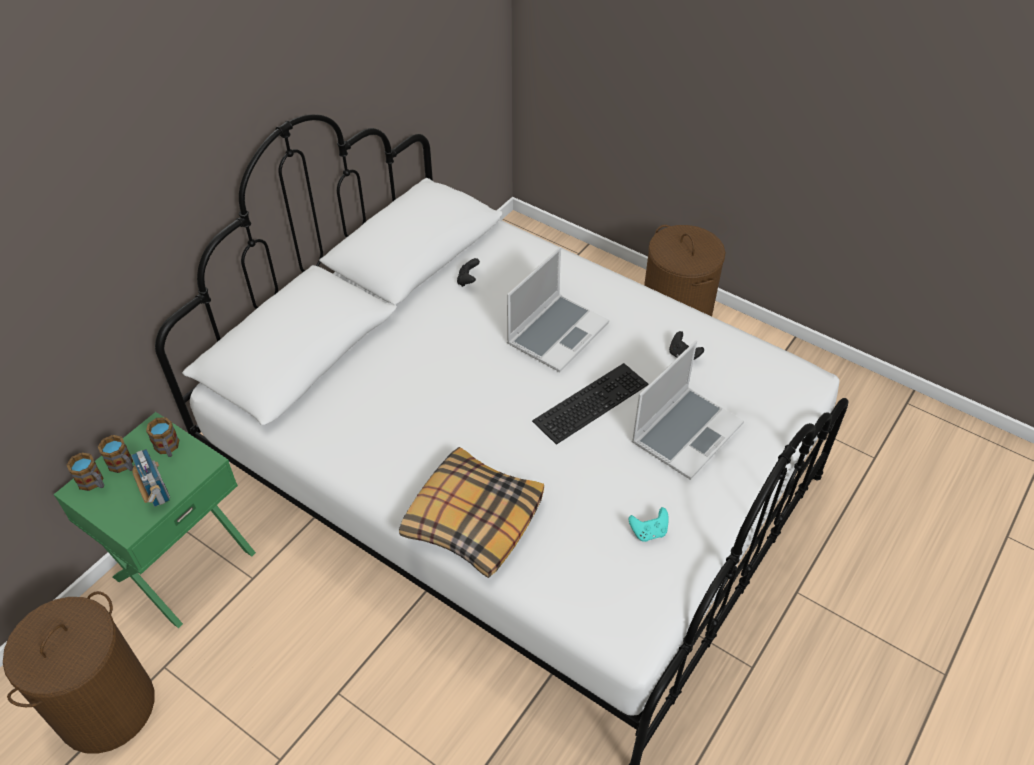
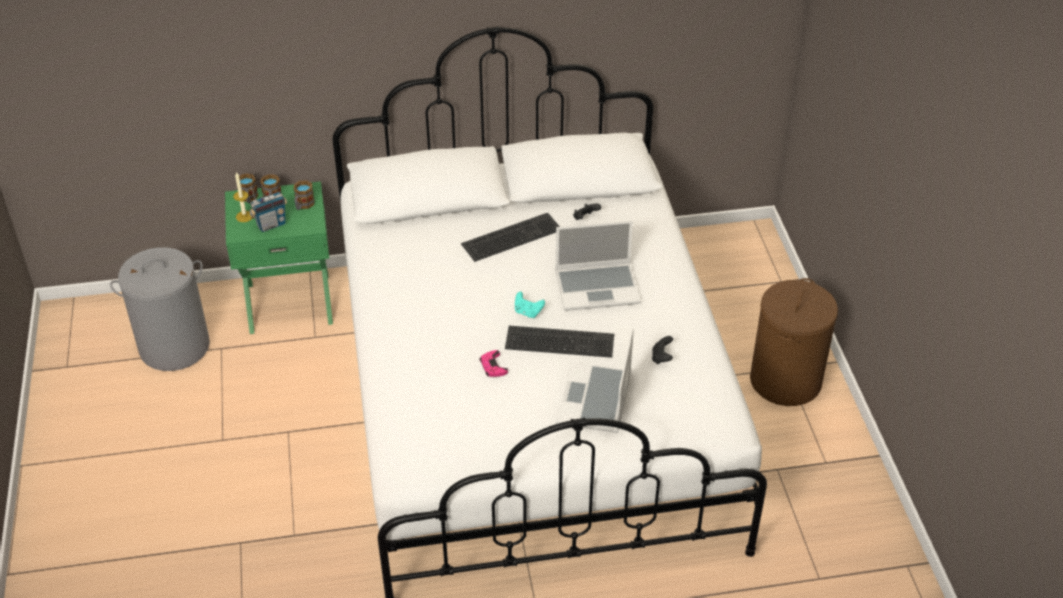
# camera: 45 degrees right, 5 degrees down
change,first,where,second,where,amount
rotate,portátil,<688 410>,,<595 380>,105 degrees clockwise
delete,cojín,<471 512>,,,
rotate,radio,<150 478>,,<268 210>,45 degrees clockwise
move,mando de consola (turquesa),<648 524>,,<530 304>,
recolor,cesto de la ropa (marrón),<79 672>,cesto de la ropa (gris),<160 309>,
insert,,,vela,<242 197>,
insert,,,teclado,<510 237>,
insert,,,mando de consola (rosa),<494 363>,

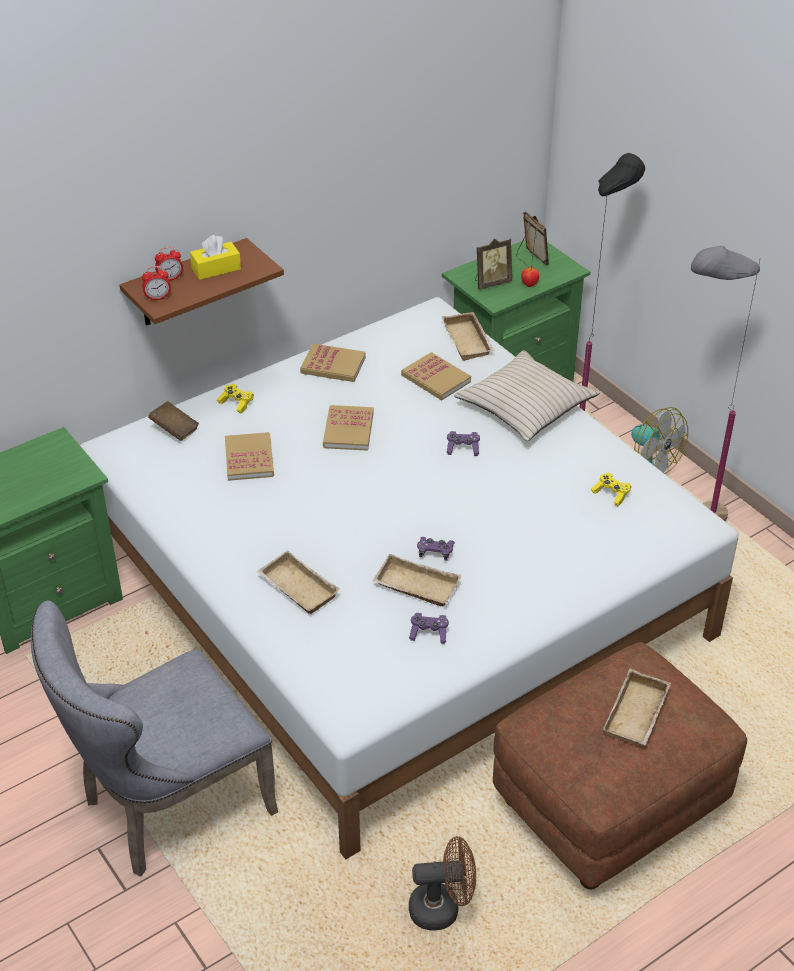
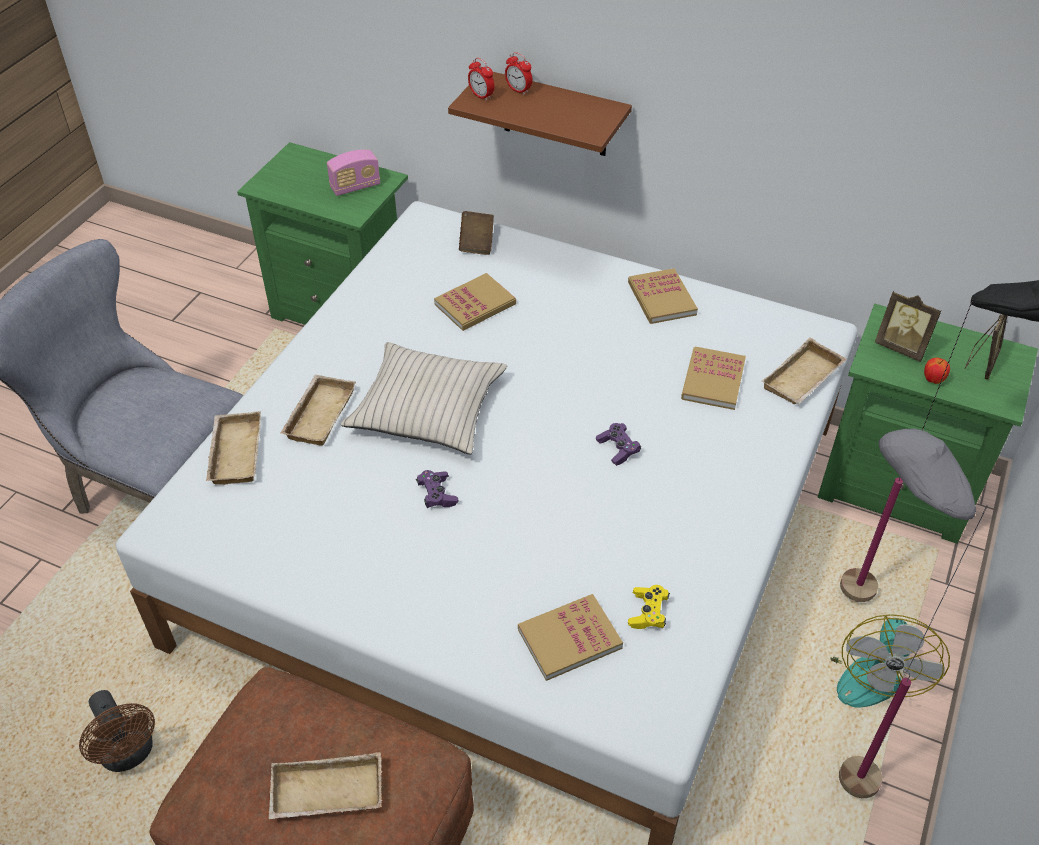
# camera: 60 degrees right, 5 degrees up
change,first,where,second,where,amount
delete,caja de pañuelos (amarillo),<215 257>,,,
move,cojín (beis),<527 395>,,<424 398>,
delete,mando de consola (amarillo),<235 398>,,,
move,libro,<348 428>,,<570 637>,
move,bandeja (beis),<417 580>,,<233 448>,
delete,mando de consola (morado),<429 628>,,,
insert,,,radio,<353 173>,

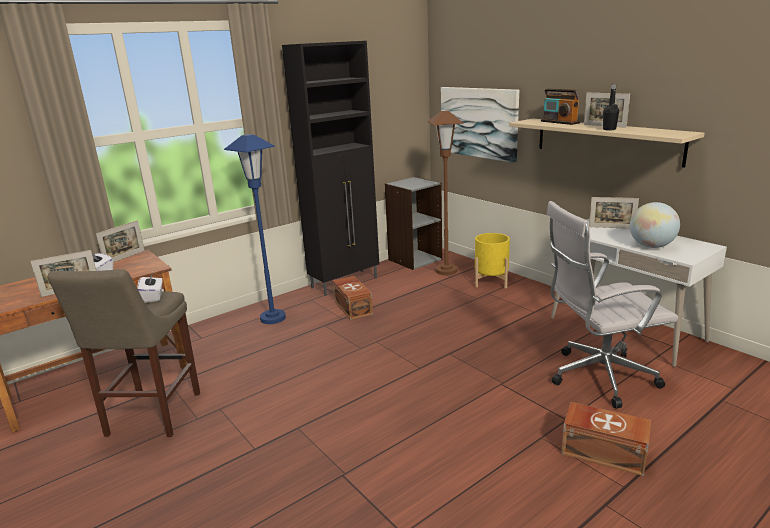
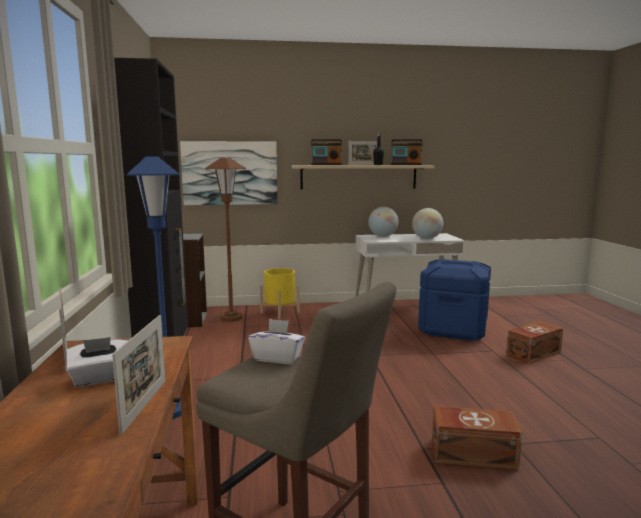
# camera: 60 degrees left, 10 degrees down
change,first,where,second,where,amount
replace,portarretratos,<614 213>,globo terráqueo,<383 222>,
replace,silla de oficina (blanco),<612 304>,caja de almacenaje (azul),<454 300>,
move,caja de almacenaje (marrón),<353 298>,,<477 438>,
insert,,,radio,<407 152>,

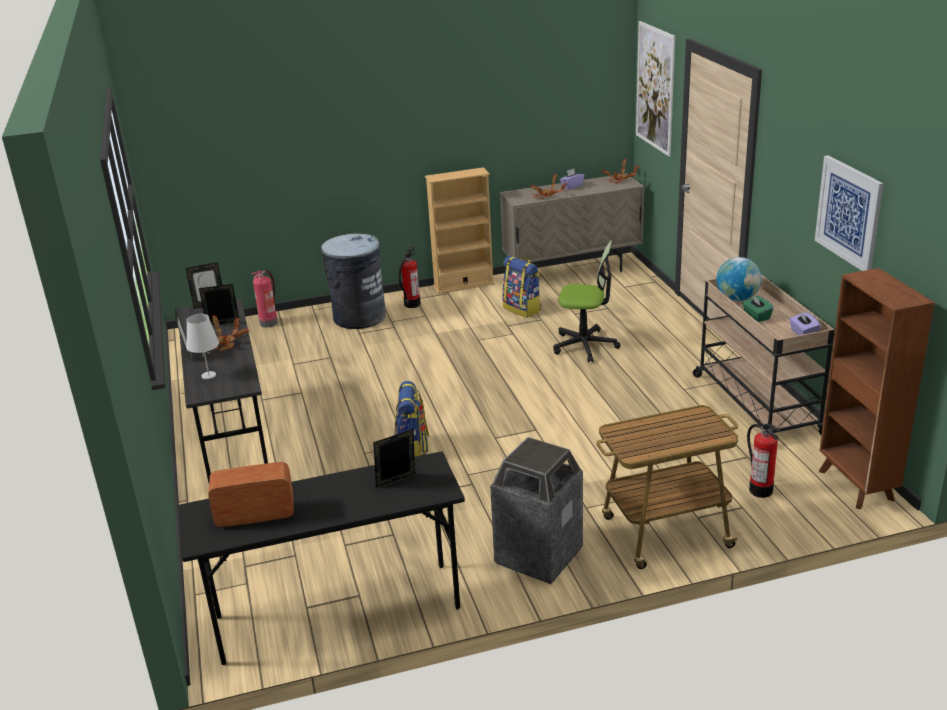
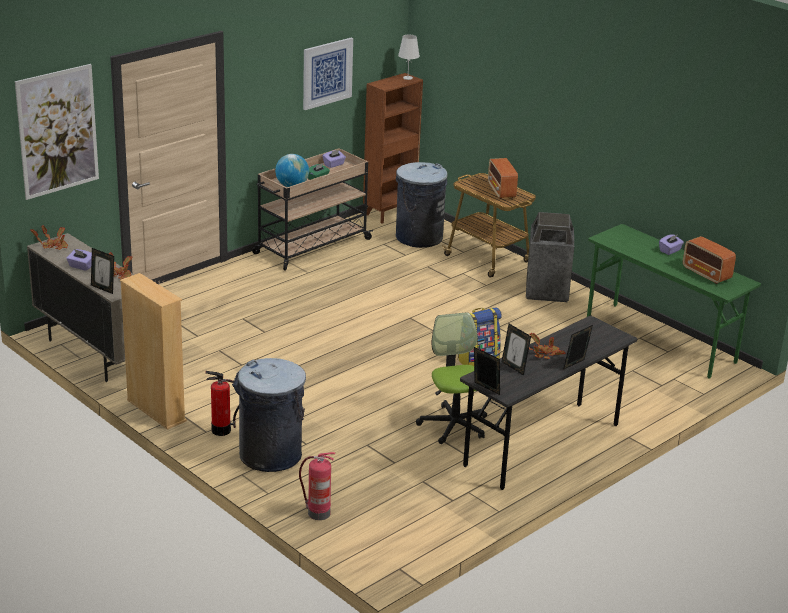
# camera: 120 degrees left, 0 degrees up
change,first,where,second,where,amount
move,silla de oficina,<587 302>,,<451 378>,
delete,mochila,<522 287>,,,
move,lámpara de mesa (blanco),<202 346>,,<409 57>,
replace,extintor,<763 460>,papelera (gris),<421 205>,
move,portarretratos,<394 458>,,<102 271>,
recolor,escritorio (negro),<322 558>,escritorio (verde),<674 301>,
insert,,,radio,<503 178>,
insert,,,caja de pañuelos (morado),<671 244>,

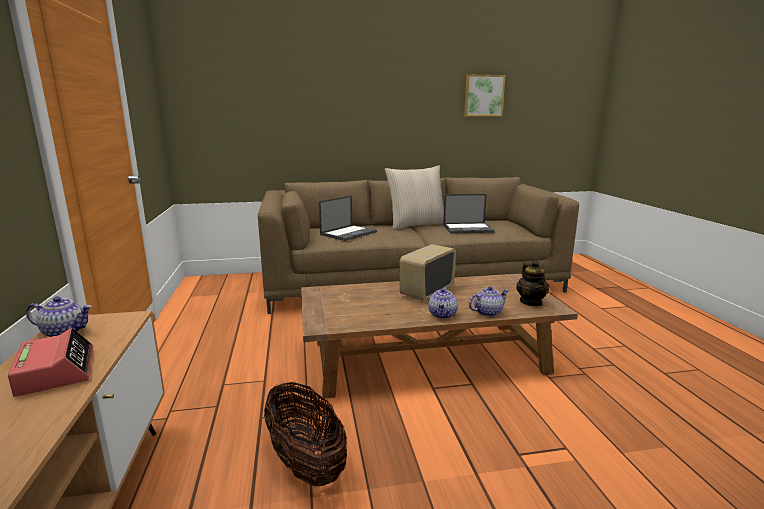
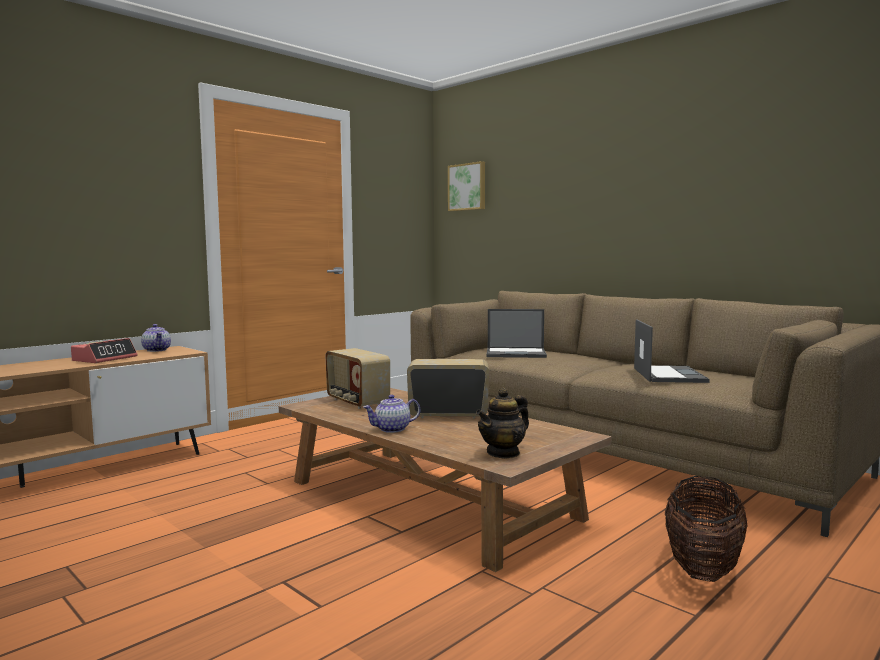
# camera: 55 degrees right, 10 degrees down
change,first,where,second,where,amount
move,cuadro,<484 95>,,<466 186>,
delete,cojín (beis),<414 197>,,,
rotate,portátil,<469 214>,,<672 351>,135 degrees counterclockwise
delete,tetera,<489 301>,,,
move,cesta,<305 434>,,<706 529>,
insert,,,radio,<357 378>,

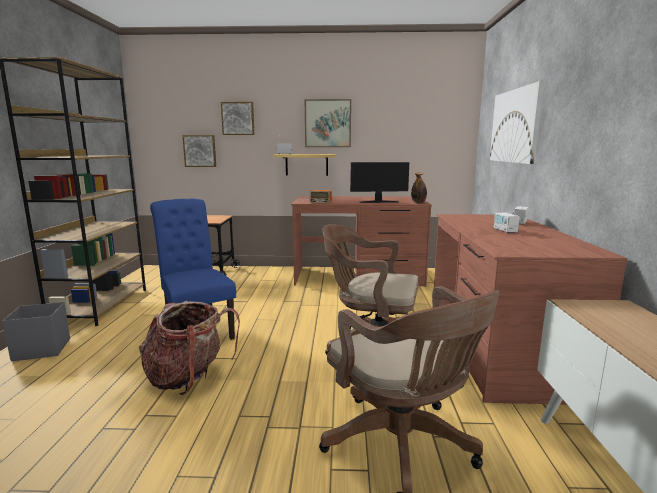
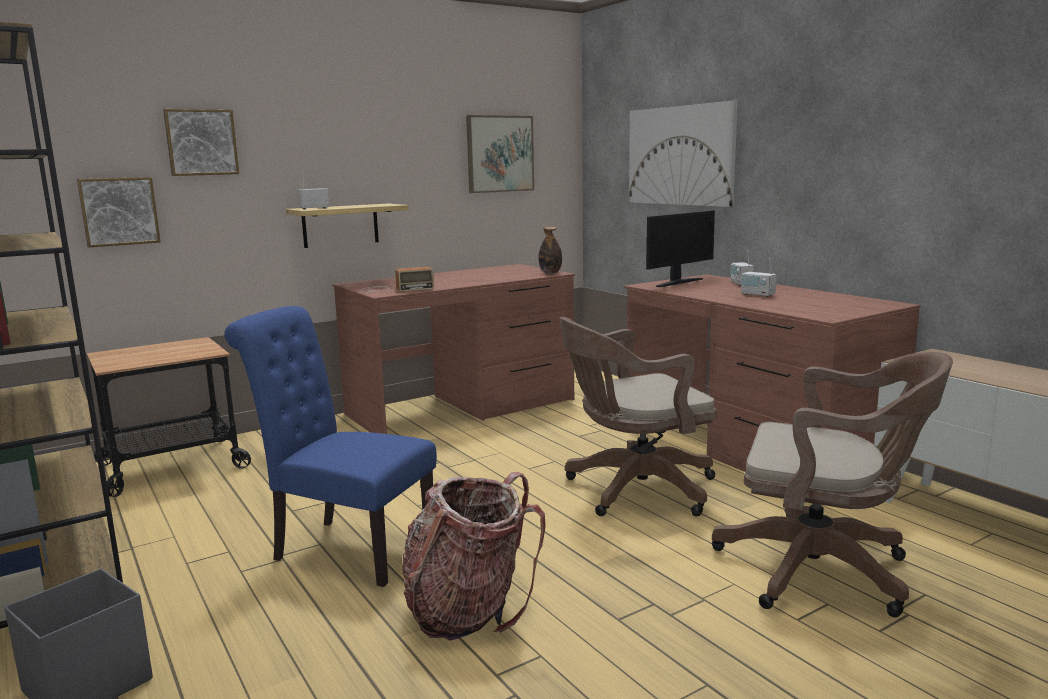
# camera: 35 degrees left, 0 degrees up
change,first,where,second,where,amount
move,cuadro,<328 123>,,<500 154>,
move,monitor,<379 182>,,<680 248>,

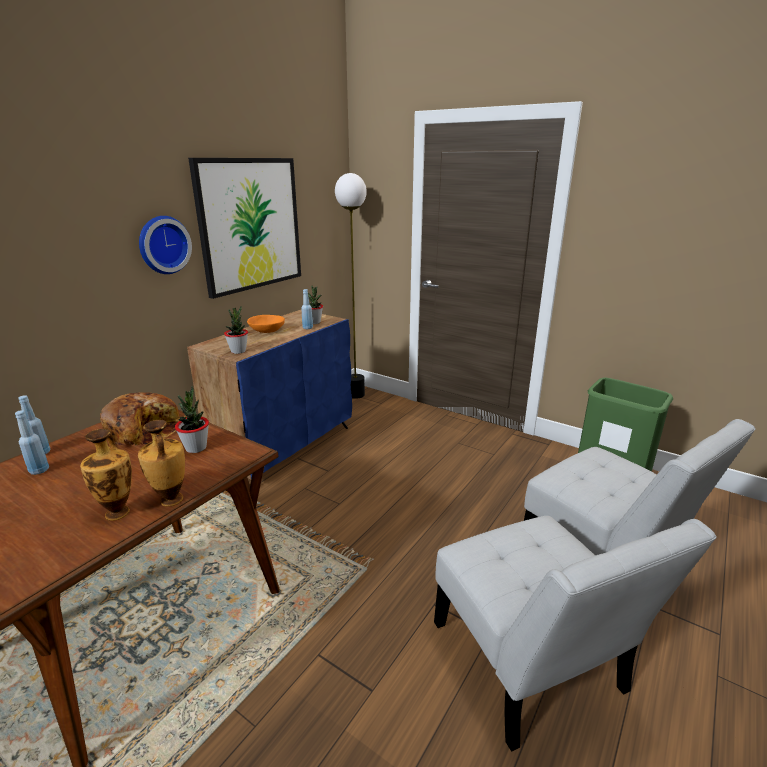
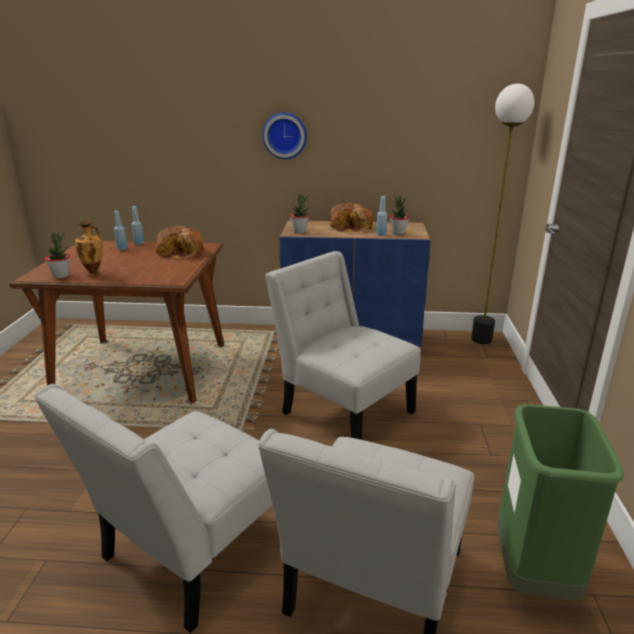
# camera: 60 degrees right, 0 degrees up
change,first,where,second,where,amount
delete,cuadro,<244 228>,,,
replace,cuenco (naranja),<266 324>,pan,<351 218>,
move,planta en maceta,<192 419>,,<57 255>,
delete,florero,<161 463>,,,
insert,,,silla (blanco),<343 345>,

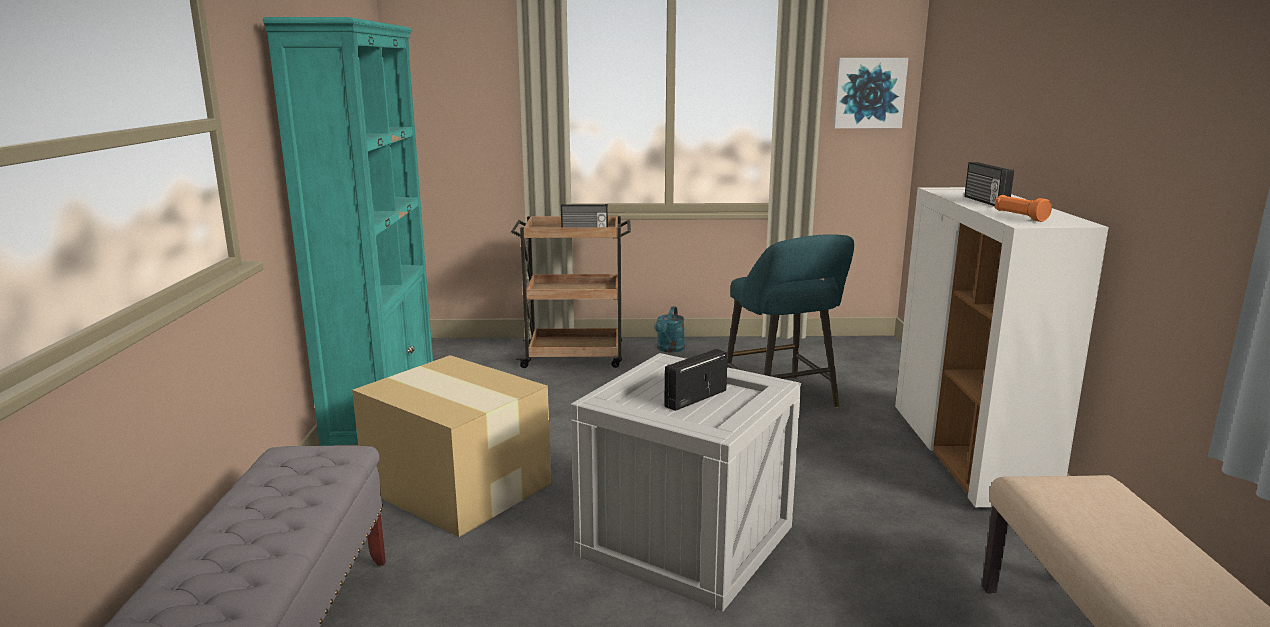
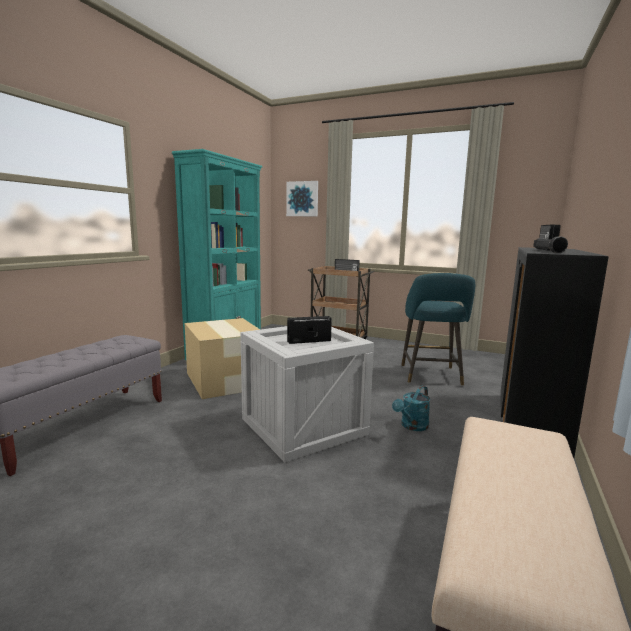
# camera: 25 degrees right, 5 degrees down
change,first,where,second,where,amount
move,cuadro,<870 93>,,<302 198>,
recolor,armario (blanco),<1002 348>,armario (negro),<555 352>,
recolor,linterna (naranja),<1023 208>,linterna (negro),<550 244>,
move,regadera (turquesa),<669 329>,,<411 408>,

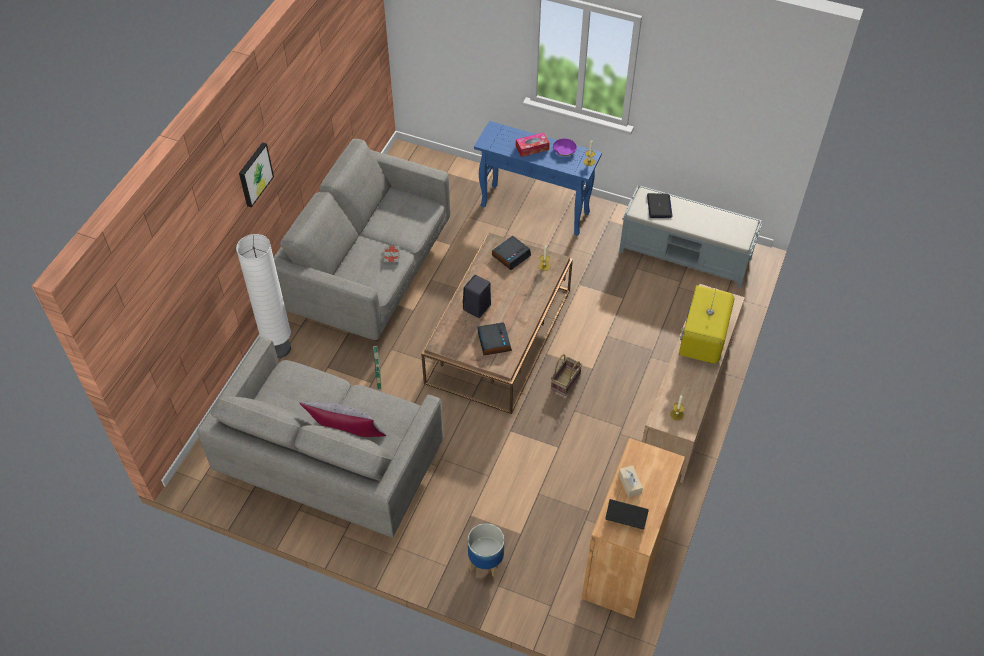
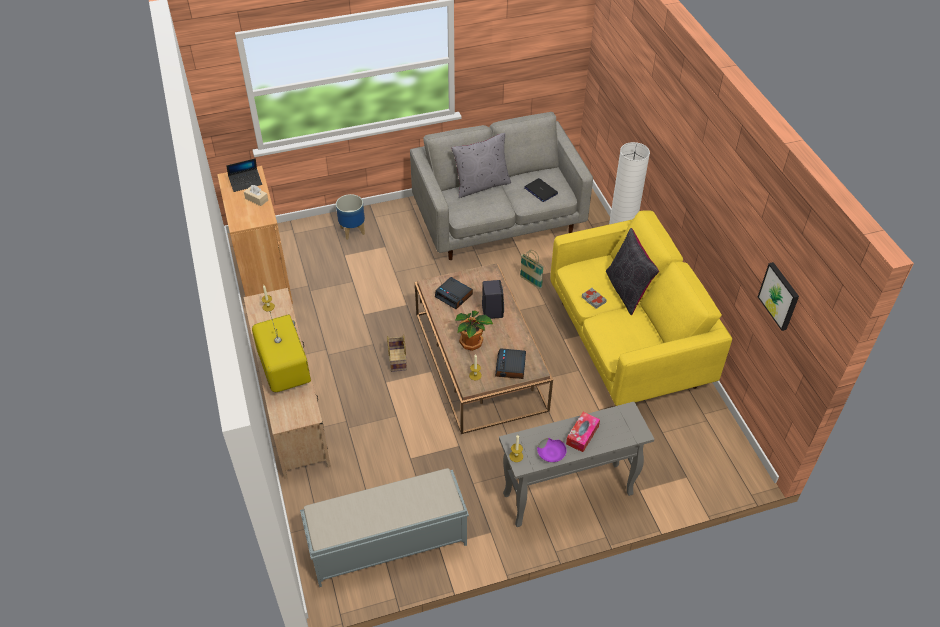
# camera: 140 degrees right, 5 degrees down
change,first,where,second,where,amount
recolor,mesa consola (azul),<538 178>,mesa consola (gris),<576 464>,
recolor,sofá (gris),<361 240>,sofá (amarillo),<641 308>,
move,cuadro,<256 175>,,<778 296>,
move,portátil,<660 205>,,<541 190>,
insert,,,cojín (negro),<632 272>,
insert,,,planta en maceta,<474 331>,

